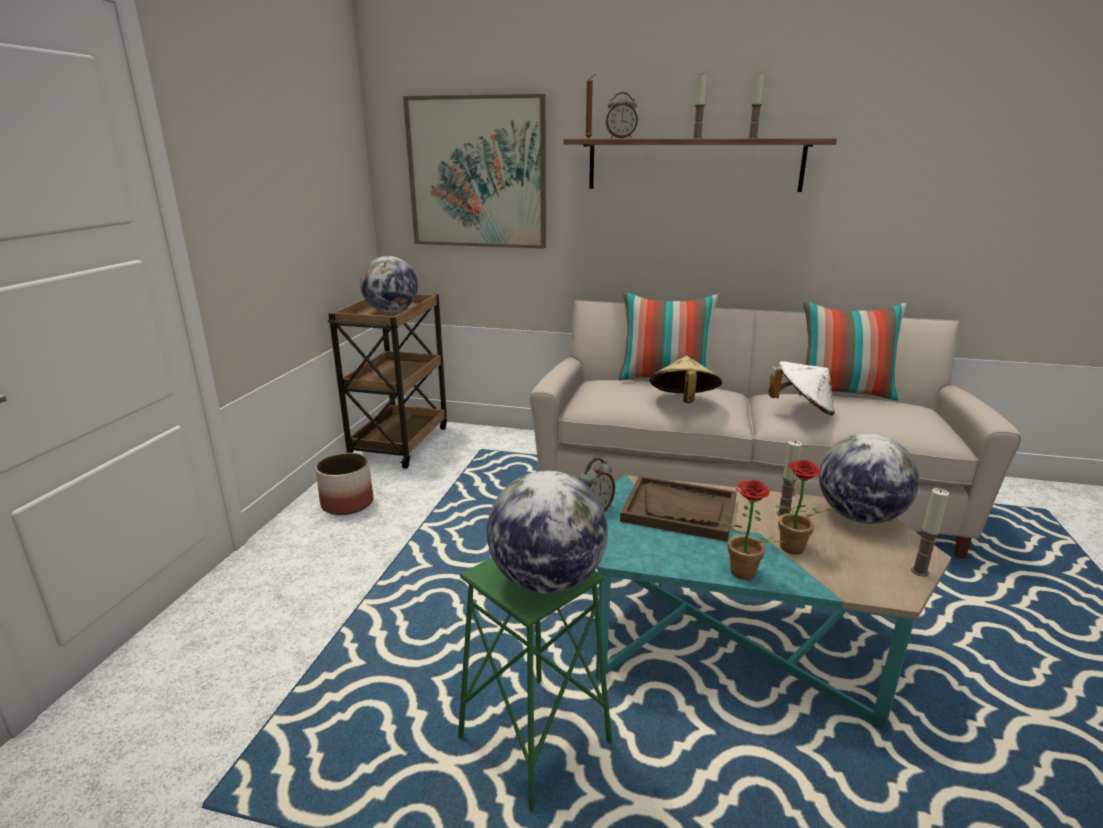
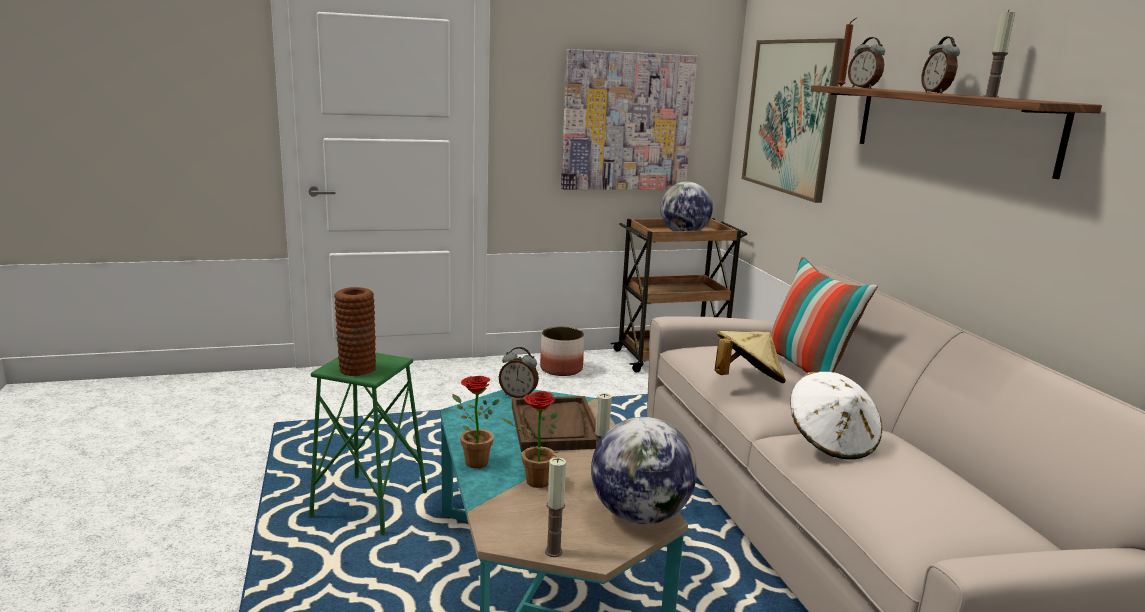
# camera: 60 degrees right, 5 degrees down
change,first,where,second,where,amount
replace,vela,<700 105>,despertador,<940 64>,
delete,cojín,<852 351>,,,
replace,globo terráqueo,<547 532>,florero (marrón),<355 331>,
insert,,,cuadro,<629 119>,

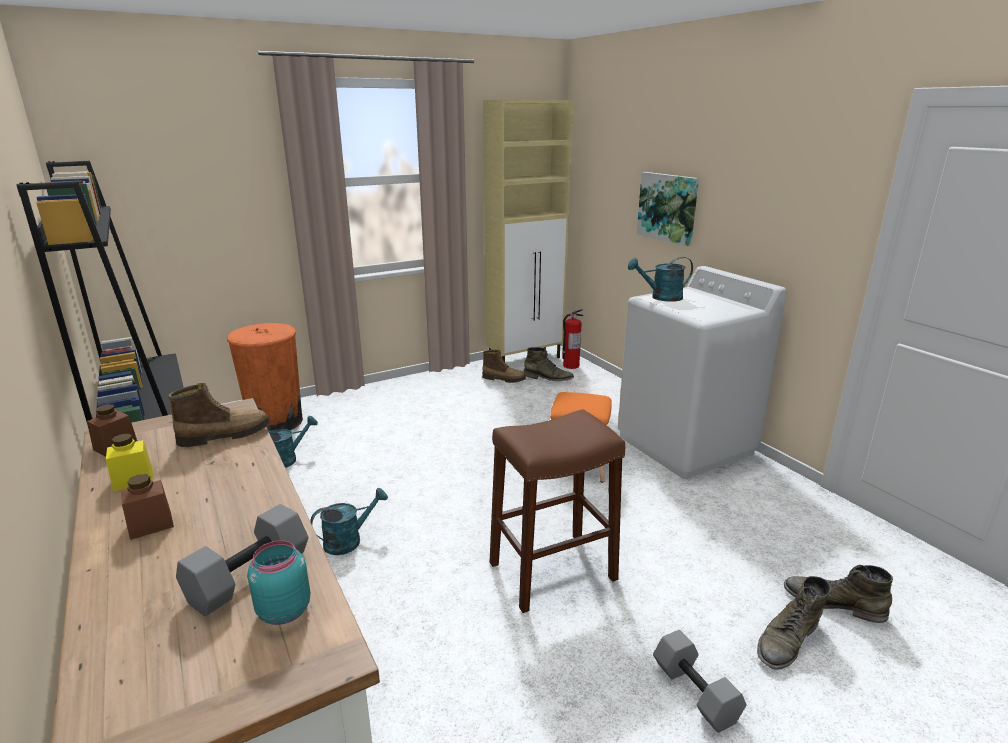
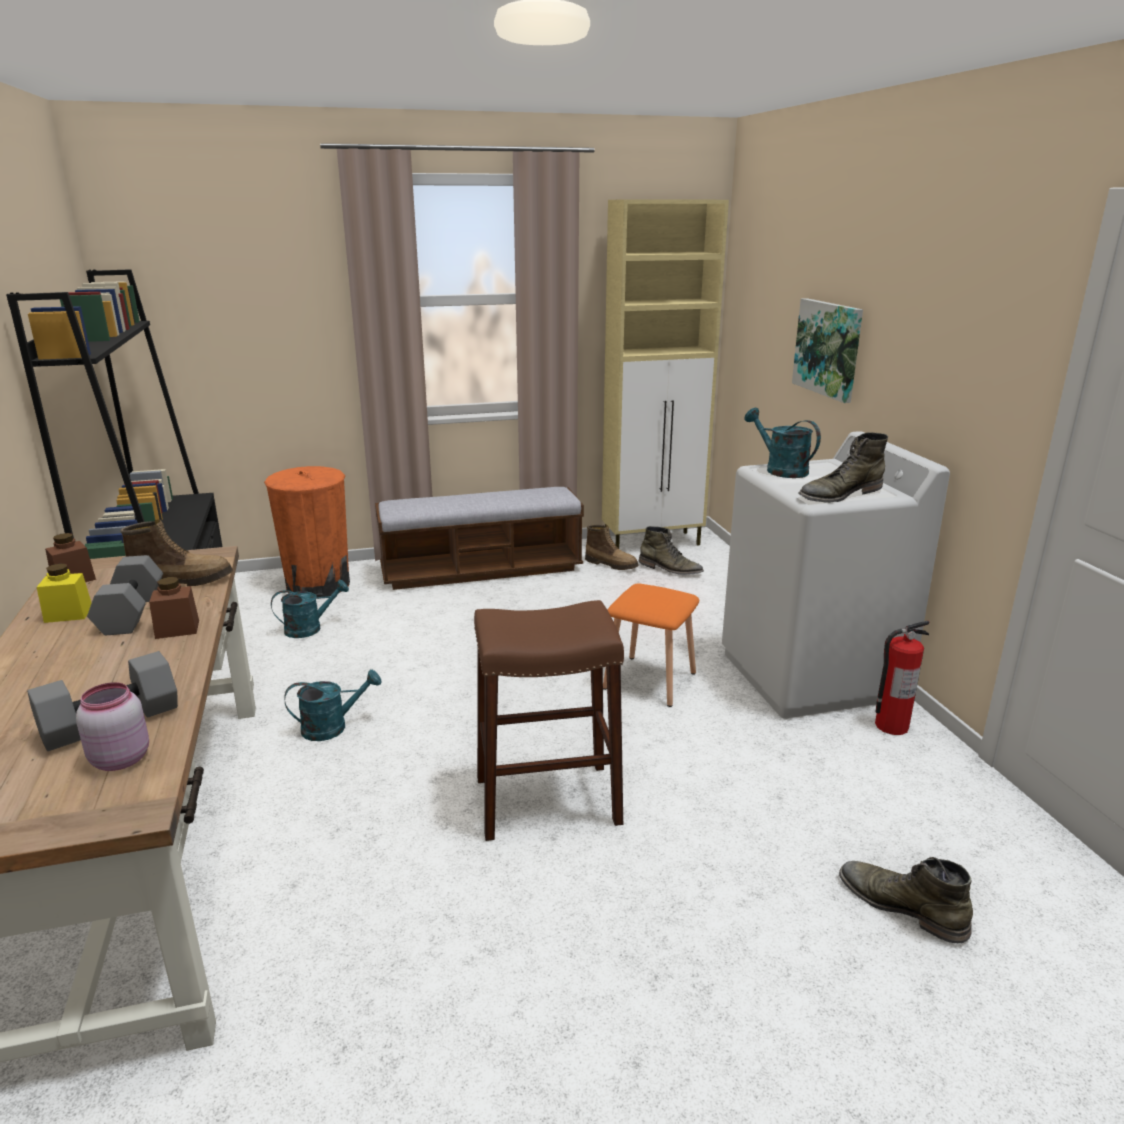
# camera: 15 degrees right, 0 degrees up
change,first,where,second,where,amount
rotate,regadera (turquesa),<660 279>,,<782 443>,45 degrees clockwise
move,extintor,<573 339>,,<902 678>,
move,tarro (marrón),<147 507>,,<174 608>,
recolor,tarro (turquesa),<278 582>,tarro (rosa),<112 726>,
move,bota (verde),<794 623>,,<843 467>,
move,mancuerna (gris),<699 681>,,<125 595>,
insert,,,banco,<479 538>,

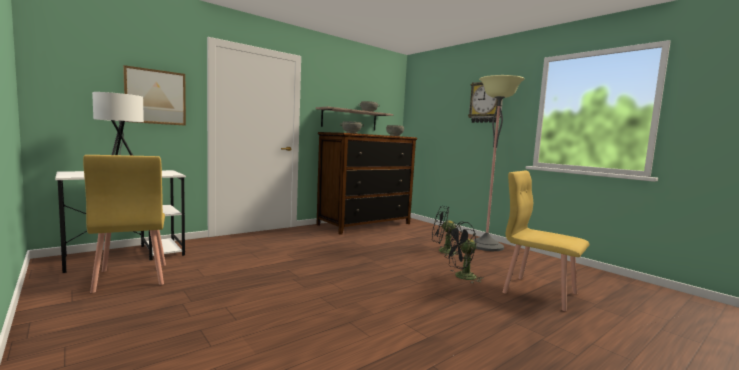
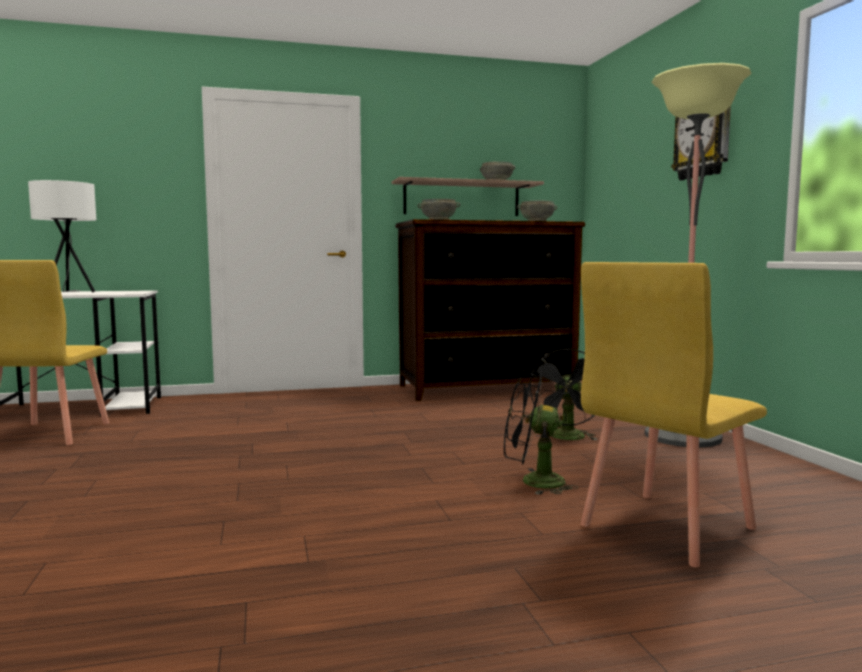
# camera: 25 degrees right, 0 degrees up
change,first,where,second,where,amount
delete,cuadro,<154 95>,,,
rotate,silla (amarillo),<546 241>,,<674 414>,105 degrees counterclockwise
rotate,ventilador (negro),<445 231>,,<563 394>,105 degrees counterclockwise

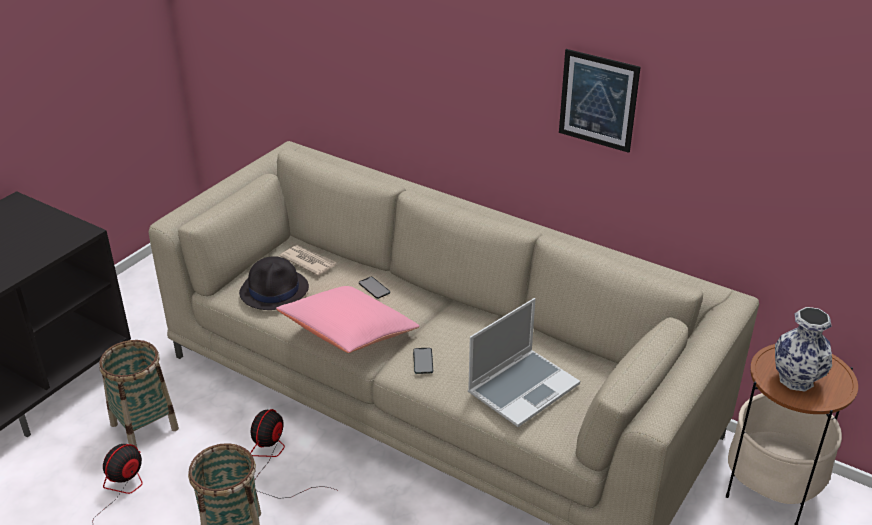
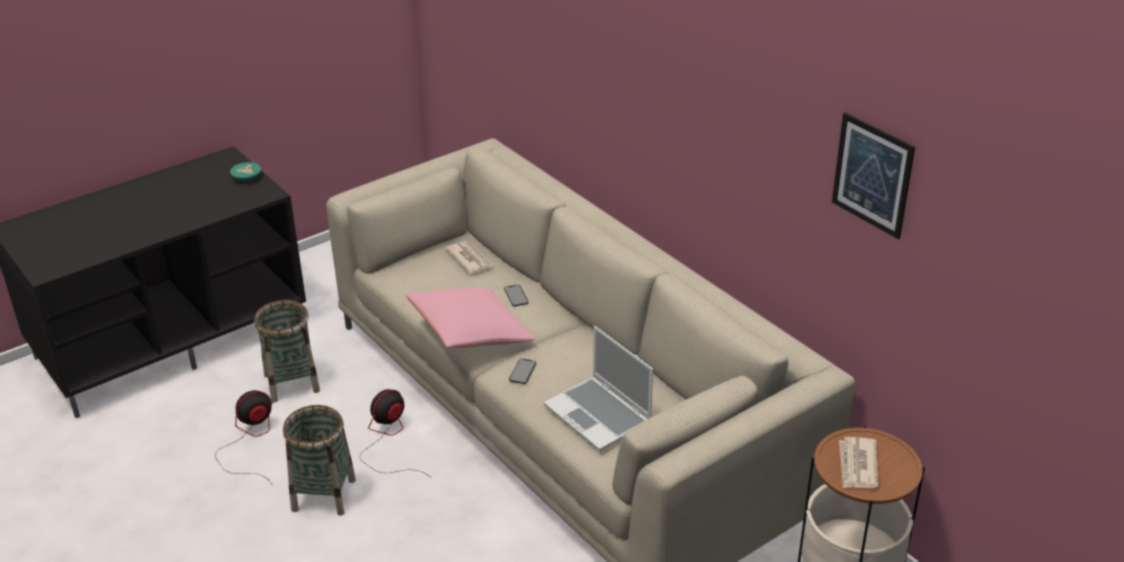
# camera: 20 degrees right, 0 degrees up
change,first,where,second,where,amount
move,cuadro,<600 101>,,<873 176>,
delete,sombrero (negro),<274 283>,,,
rotate,portátil,<524 362>,,<598 389>,75 degrees clockwise
replace,florero,<803 349>,periódico,<858 462>,
insert,,,cuenco (turquesa),<245 171>,

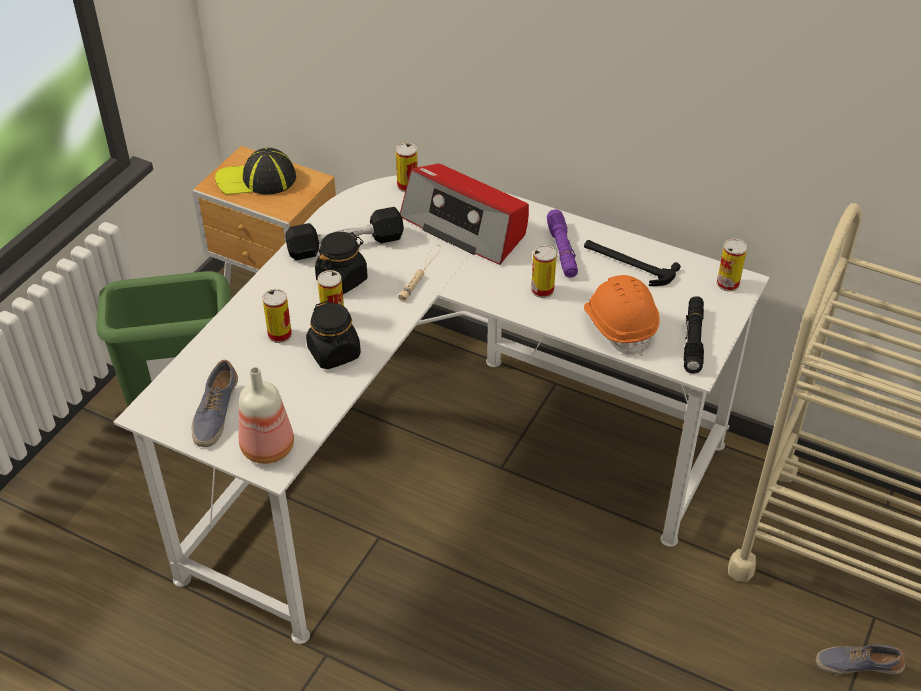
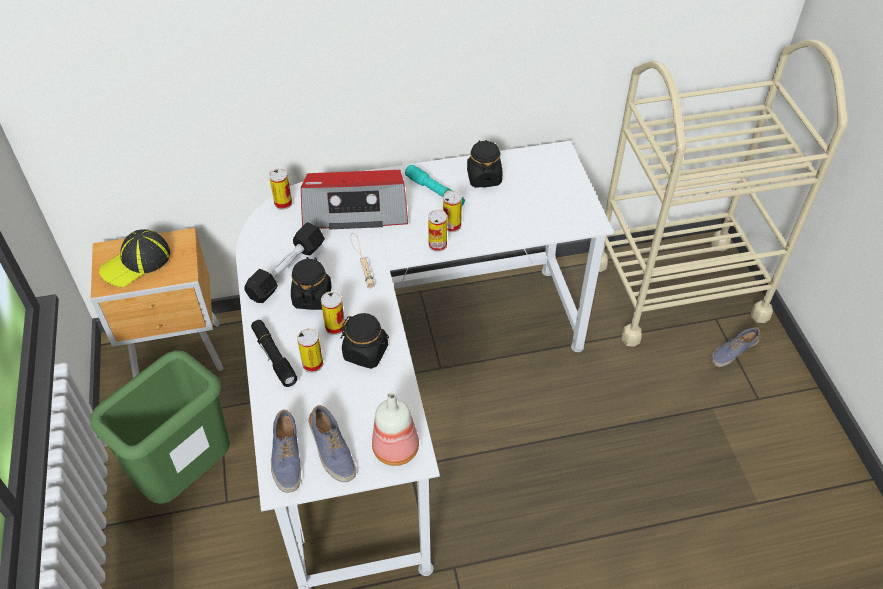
# camera: 40 degrees left, 5 degrees up
change,first,where,second,where,amount
recolor,linterna (morado),<562 243>,linterna (turquesa),<435 185>,
move,lata,<732 265>,,<437 231>,
replace,martillo,<632 263>,tarro (negro),<484 164>,
delete,casco (naranja),<621 315>,,,
move,linterna (negro),<694 335>,,<274 353>,
insert,,,zapato,<286 451>,

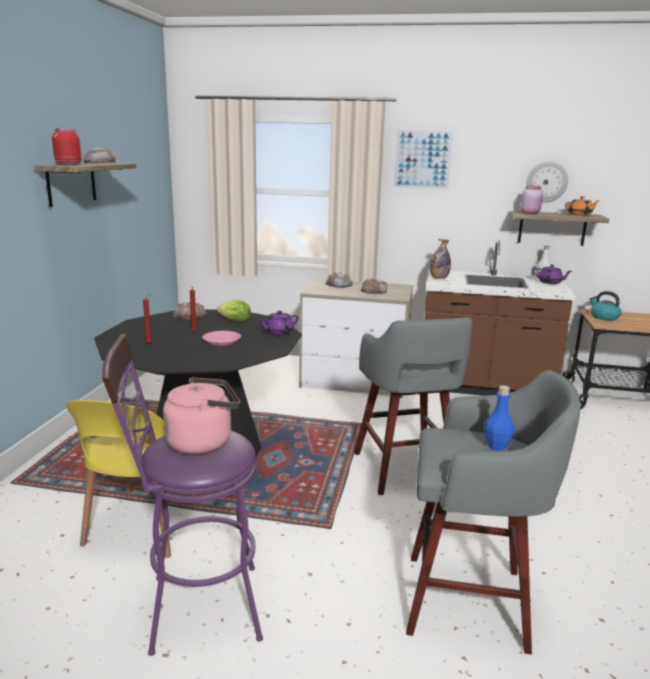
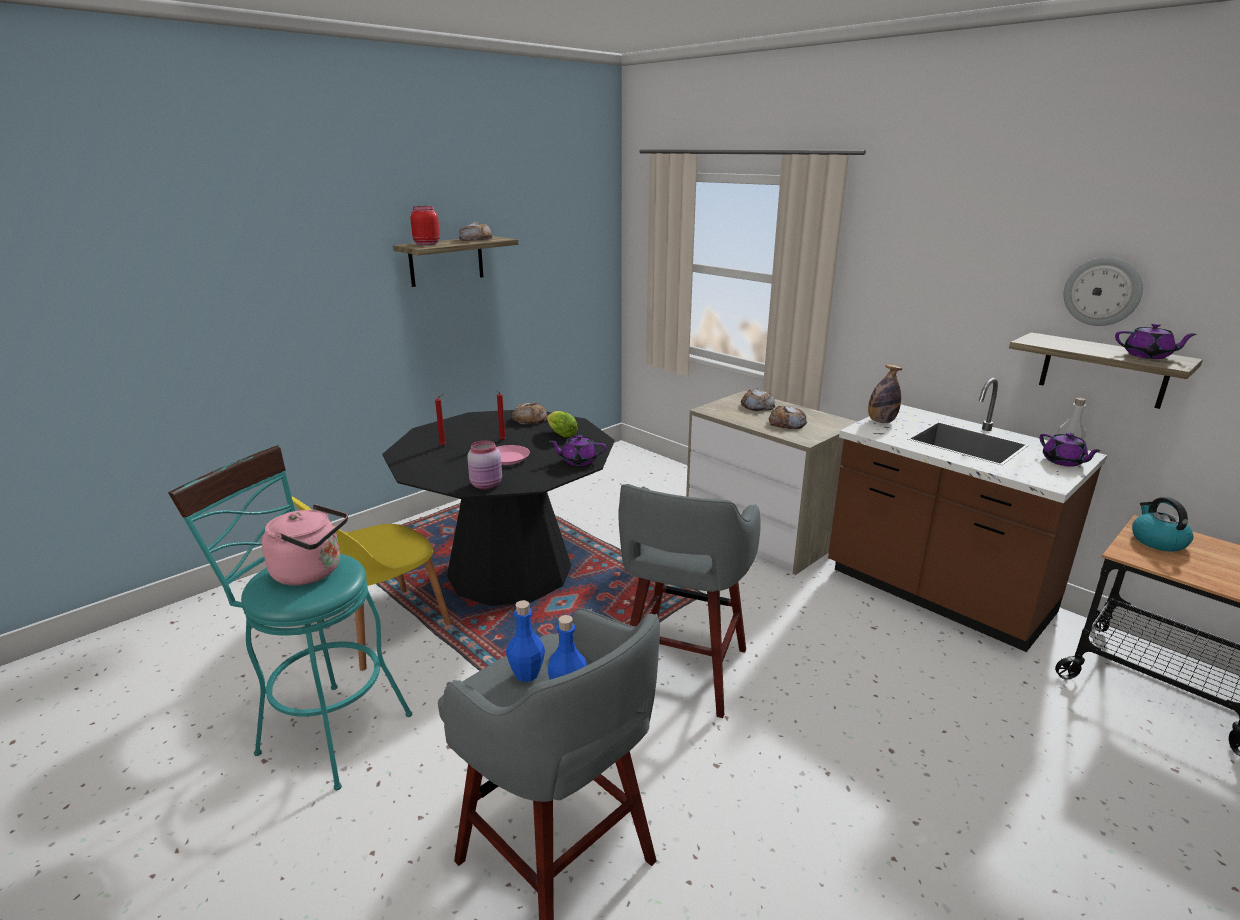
# camera: 35 degrees right, 5 degrees up
change,first,where,second,where,amount
delete,cuadro,<423 159>,,,
move,tarro (rosa),<531 200>,,<484 464>,
recolor,tetera (naranja),<582 206>,tetera (morado),<1156 341>,
recolor,taburete (morado),<182 495>,taburete (turquesa),<290 617>,
insert,,,botella (azul),<525 641>,

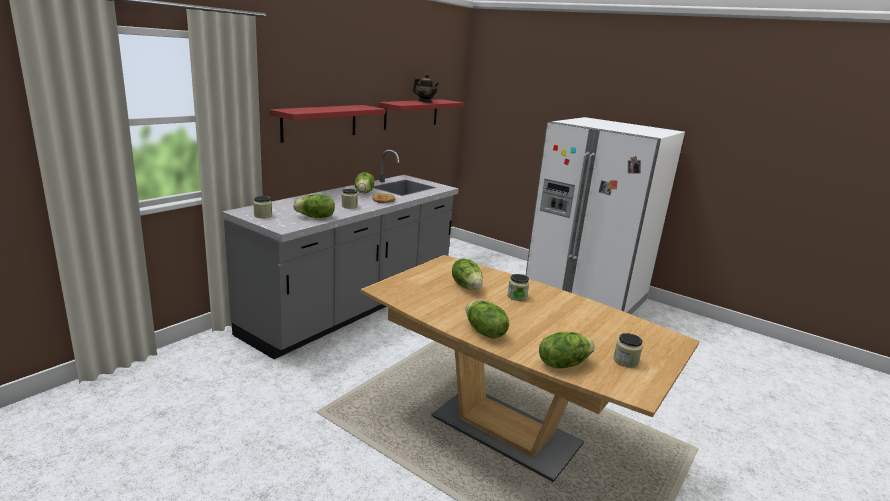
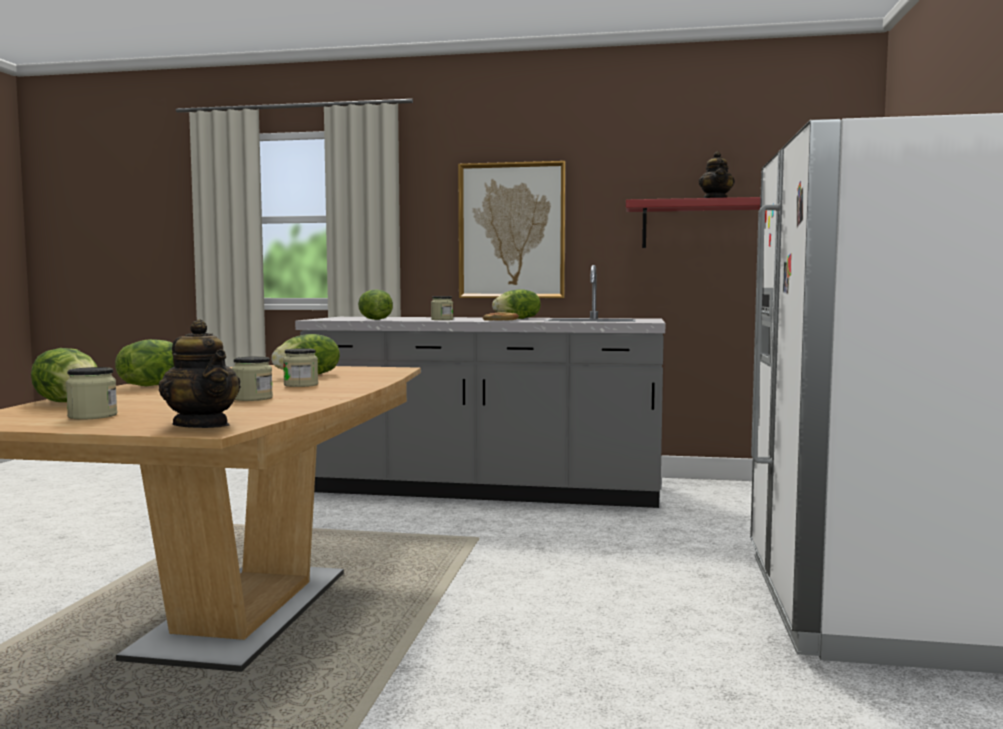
# camera: 65 degrees right, 15 degrees down
change,first,where,second,where,amount
replace,estante (rojo),<327 124>,cuadro,<512 229>,
move,tarro,<262 207>,,<252 379>,
insert,,,tetera,<200 373>,

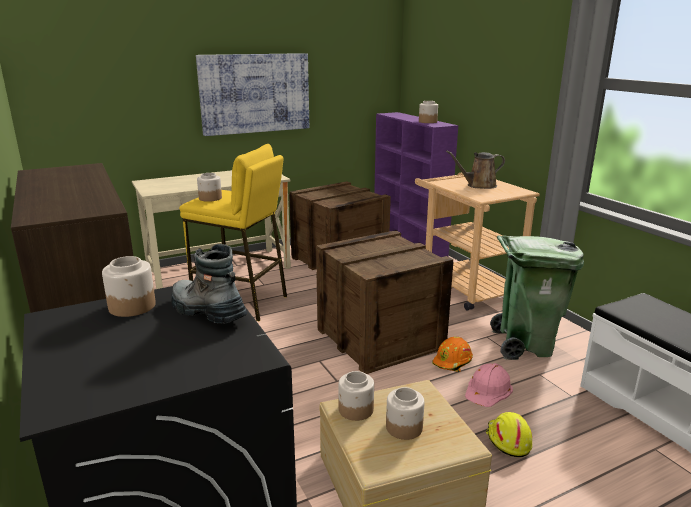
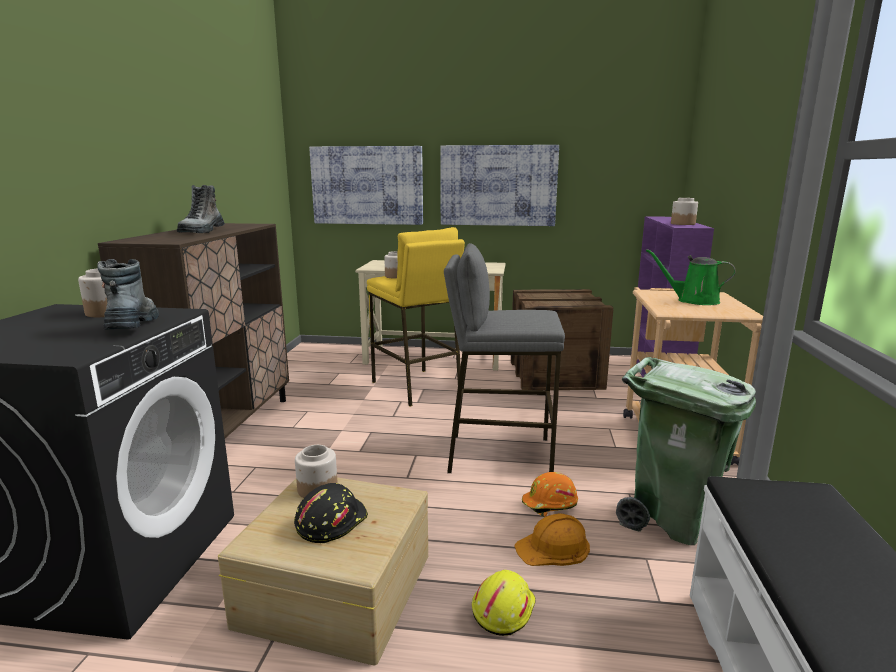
# camera: 35 degrees right, 5 degrees down
change,first,where,second,where,amount
recolor,regadera (marrón),<475 169>,regadera (verde),<691 277>,
replace,caja de embalaje,<384 302>,taburete (gris),<504 358>,
recolor,casco (rosa),<489 385>,casco (naranja),<552 539>,
replace,tarro,<405 413>,casco (negro),<331 513>,
insert,,,cuadro,<366 185>,
insert,,,bota,<201 209>,

